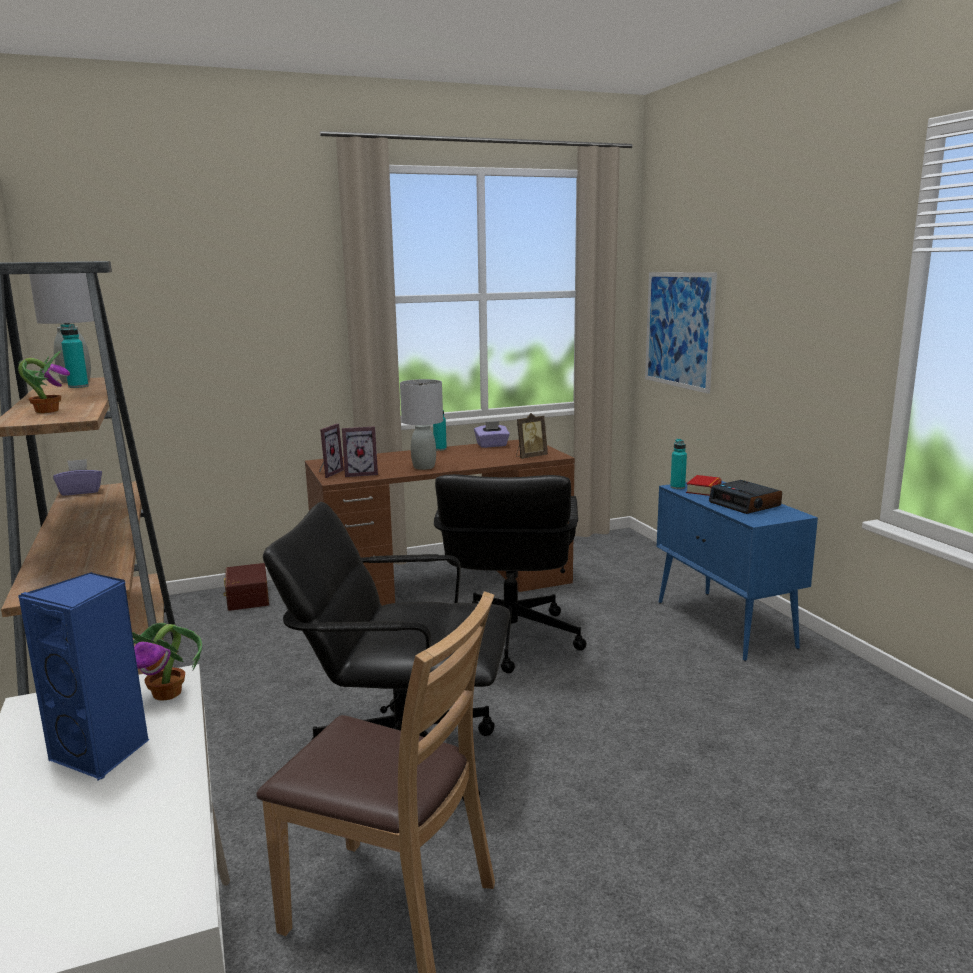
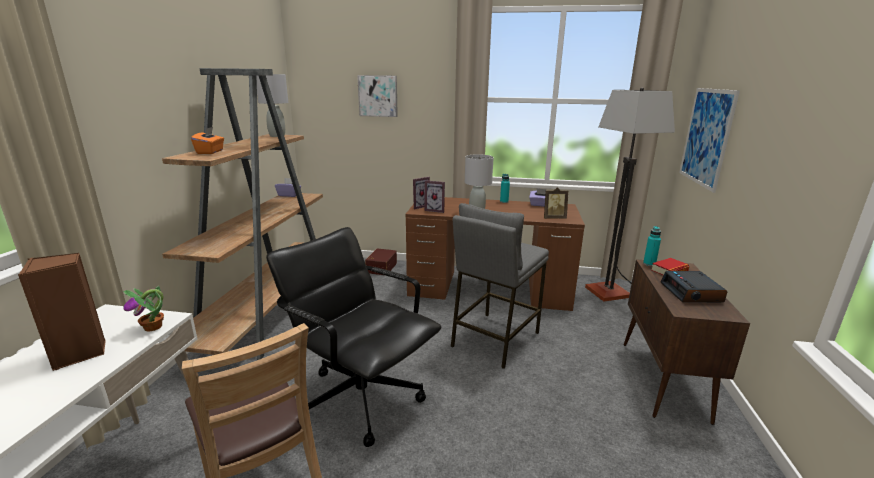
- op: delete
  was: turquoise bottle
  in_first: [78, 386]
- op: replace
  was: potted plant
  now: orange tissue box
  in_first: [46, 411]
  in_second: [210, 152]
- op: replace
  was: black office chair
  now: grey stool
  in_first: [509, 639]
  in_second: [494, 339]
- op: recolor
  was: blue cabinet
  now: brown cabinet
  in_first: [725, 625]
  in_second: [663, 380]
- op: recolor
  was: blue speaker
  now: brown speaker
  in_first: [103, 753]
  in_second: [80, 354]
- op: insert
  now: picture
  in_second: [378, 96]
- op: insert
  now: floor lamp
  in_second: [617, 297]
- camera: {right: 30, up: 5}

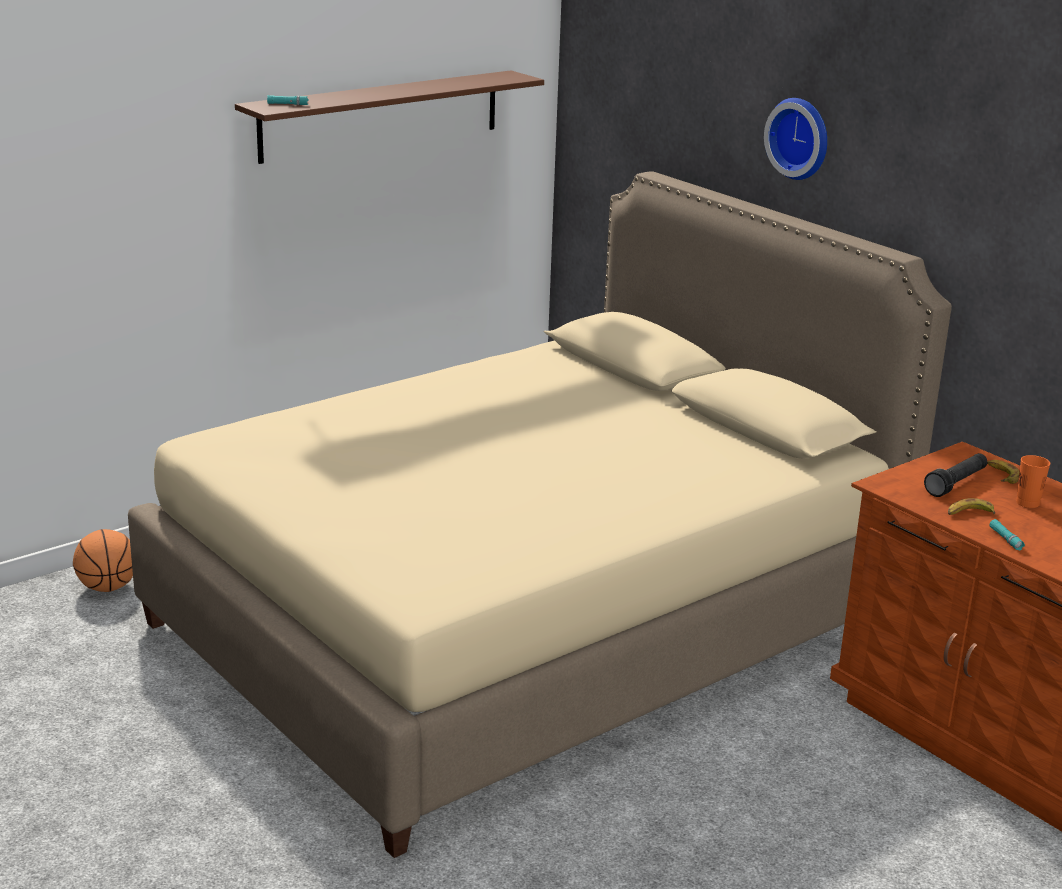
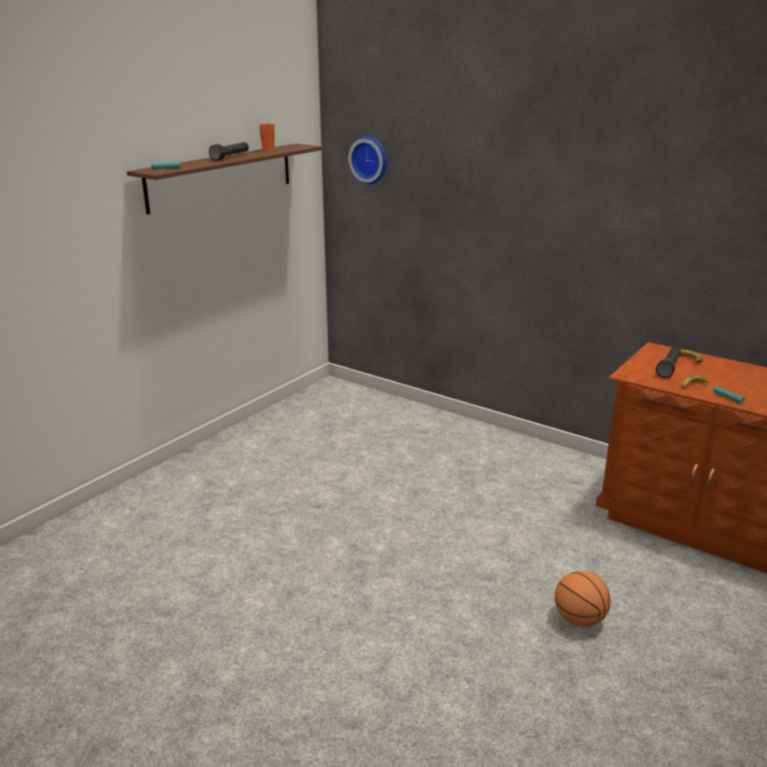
- op: move
  was: wall clock
  in_first: [801, 138]
  in_second: [370, 159]
- op: delete
  was: beige bed
  in_first: [525, 623]
- op: move
  was: orange cup
  in_first: [1027, 503]
  in_second: [268, 150]
- op: move
  was: basketball
  in_first: [108, 588]
  in_second: [579, 619]
- op: insert
  now: black flashlight
  in_second: [231, 157]
- camera: {right: -15, up: 0}

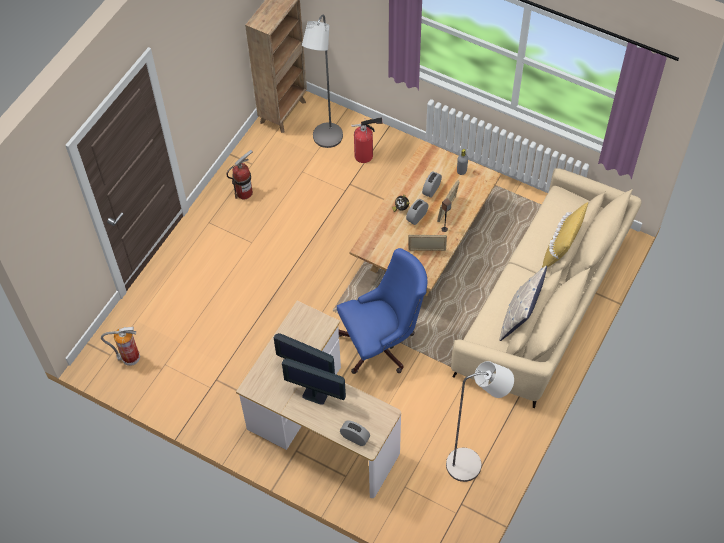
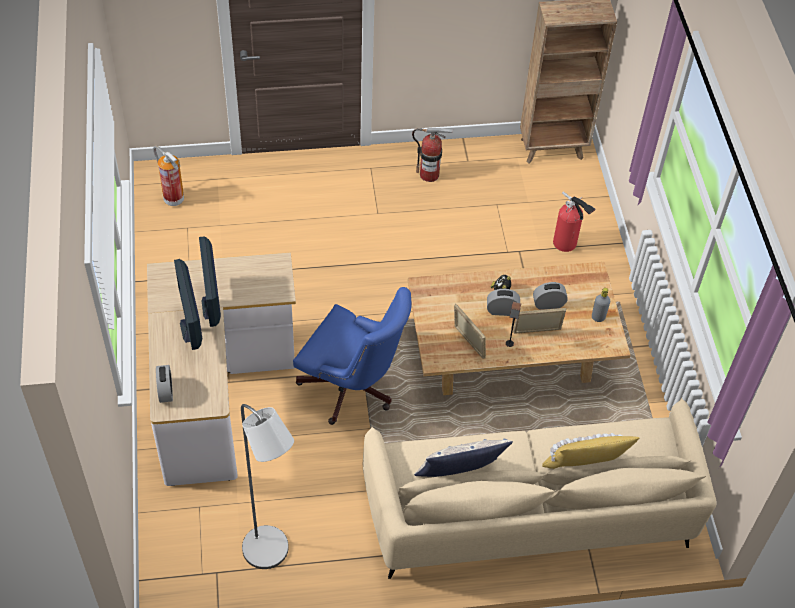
- op: delete
  was: grey floor lamp
  in_first: [326, 140]
- camera: {right: 50, up: -5}

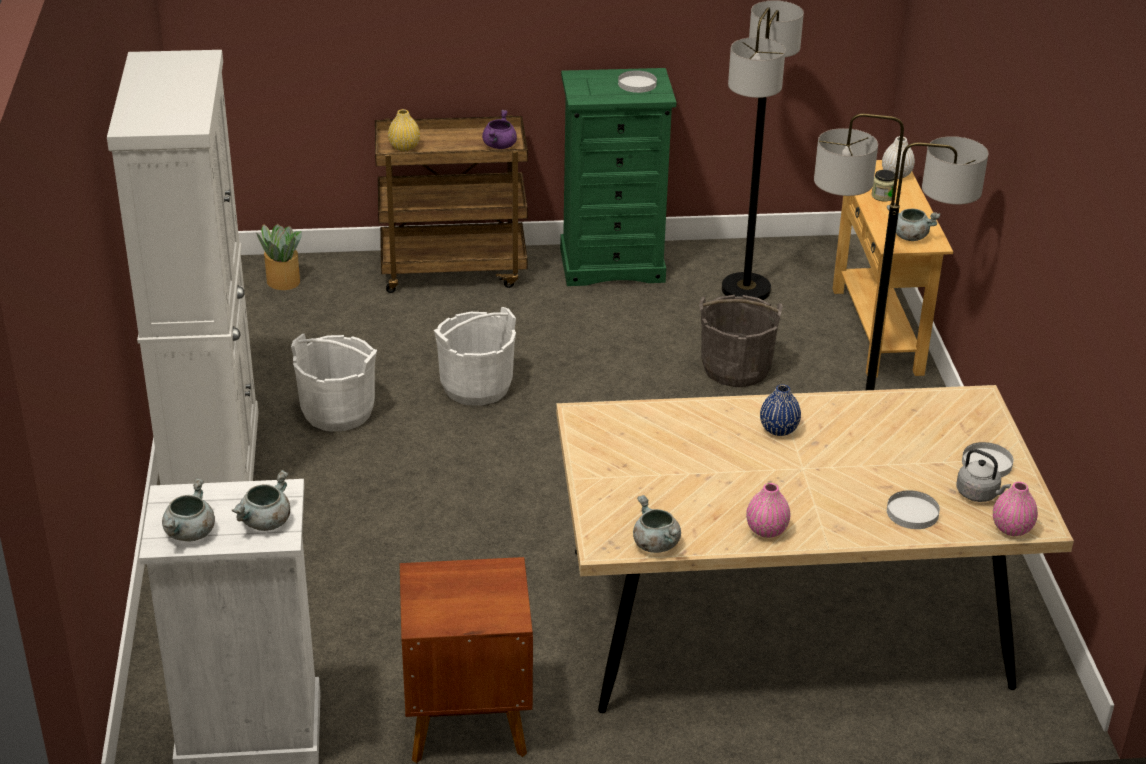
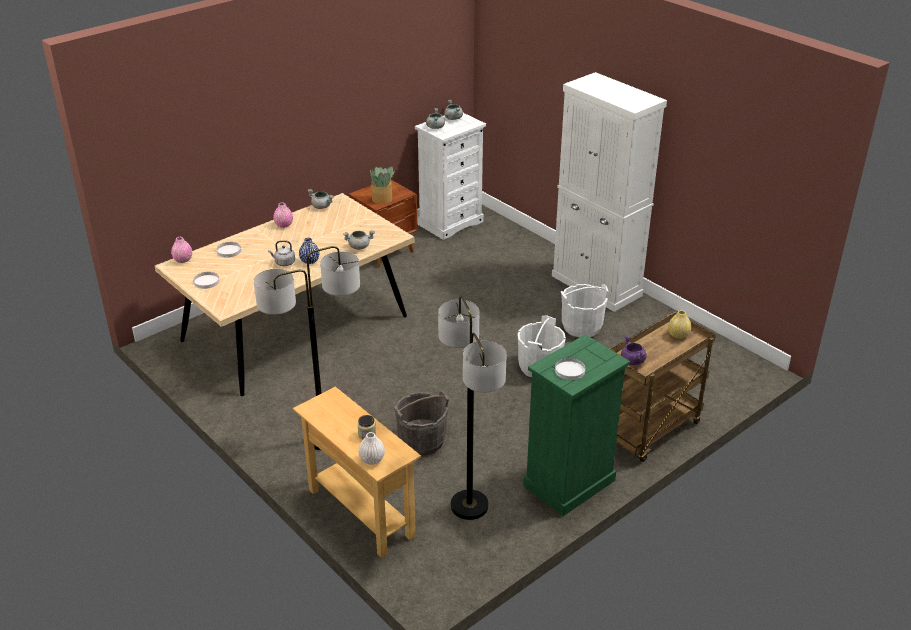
- op: move
  was: grey cooking pot
  in_first: [909, 236]
  in_second: [359, 246]
- op: move
  was: potted plant
  in_first: [282, 281]
  in_second: [382, 199]
- op: move
  was: grey kettle
  in_first: [979, 494]
  in_second: [283, 263]
- camera: {right: 145, up: 0}

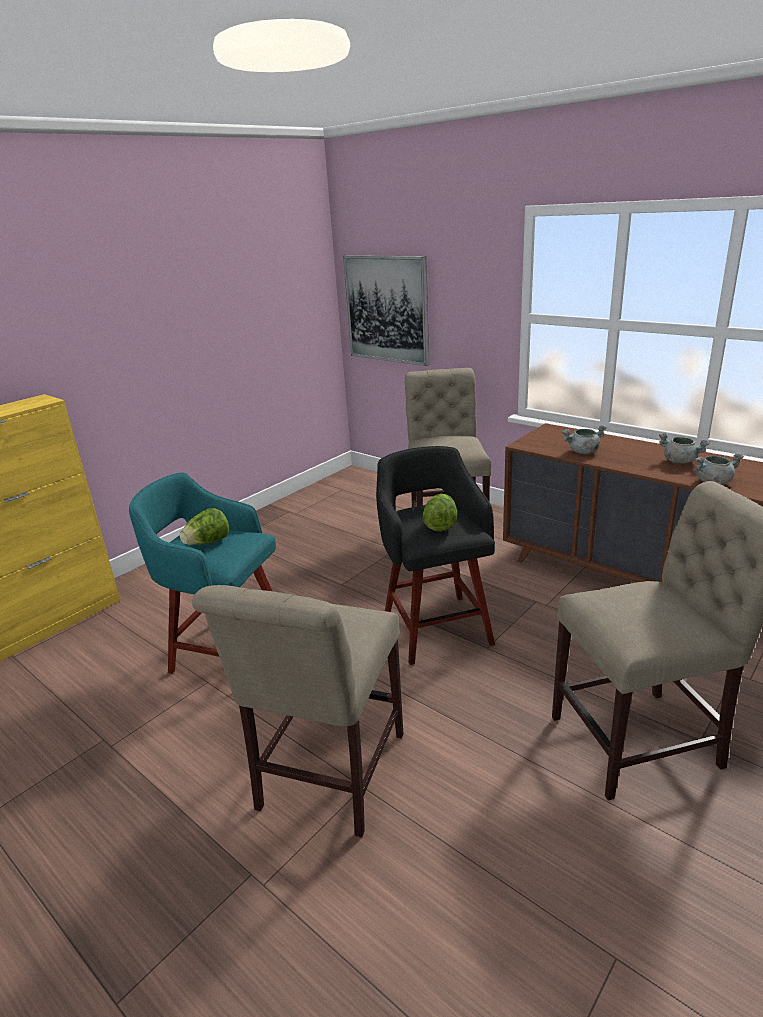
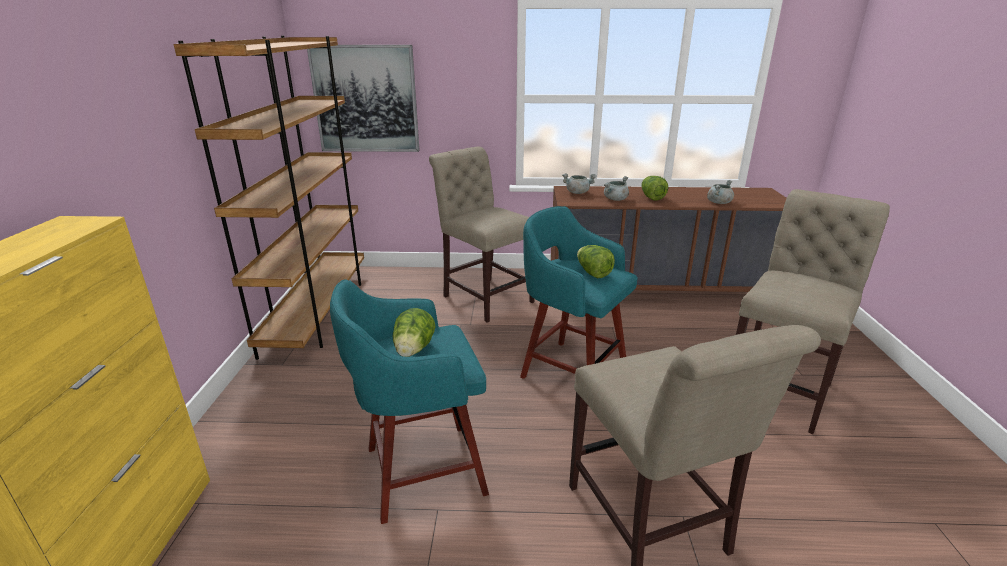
- op: move
  was: grey cooking pot
  in_first: [680, 461]
  in_second: [577, 193]
- op: recolor
  was: black stool
  now: turquoise stool
  in_first: [436, 626]
  in_second: [571, 370]
- op: insert
  now: brown bookcase
  in_second: [318, 312]
- op: insert
  now: lettuce
  in_second: [651, 197]
- camera: {right: -40, up: 0}

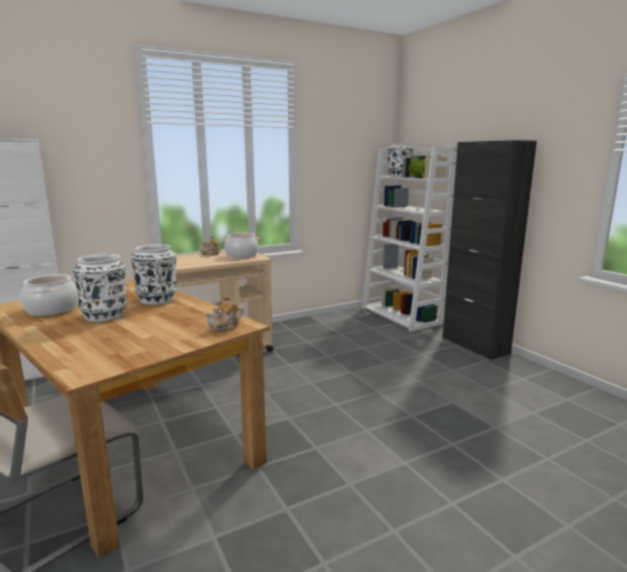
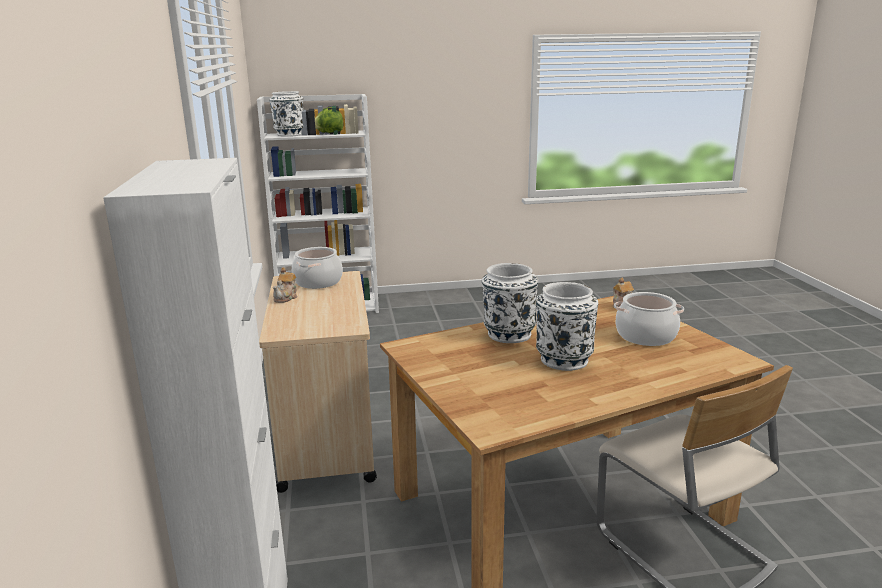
- op: delete
  was: black cabinet
  in_first: [475, 345]
- op: move
  was: cooking pot
  in_first: [52, 309]
  in_second: [645, 336]
- camera: {right: -70, up: 5}

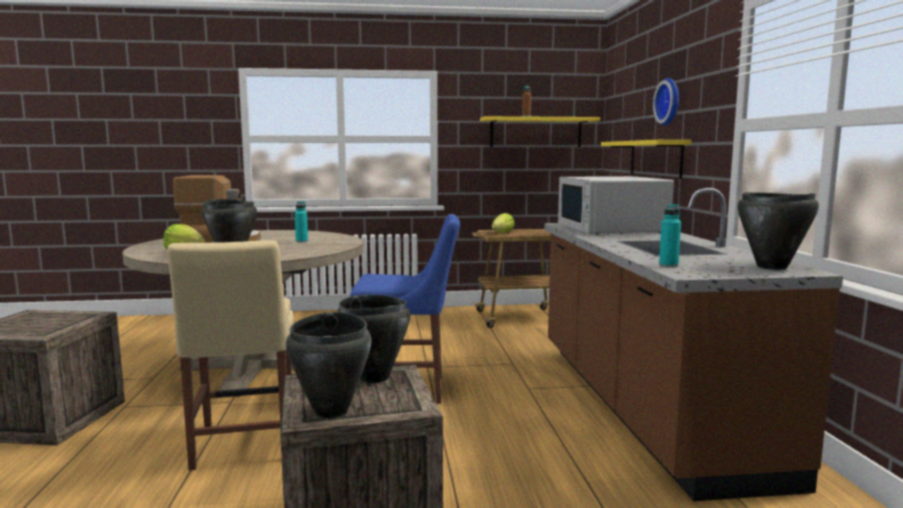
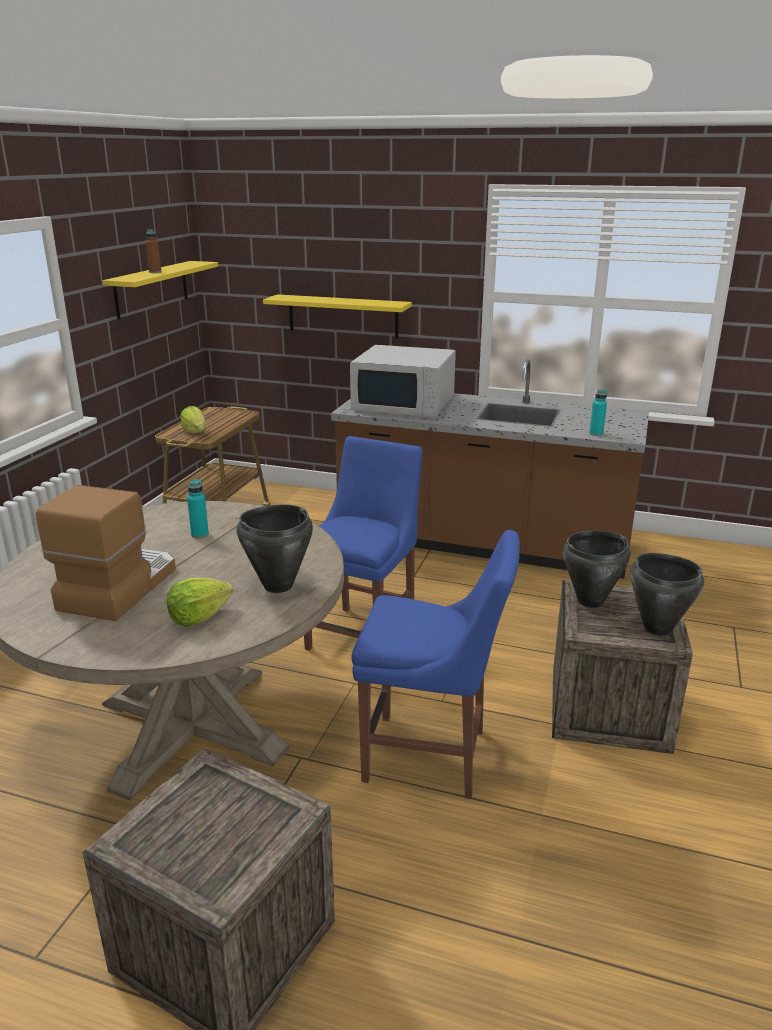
- op: delete
  was: wall clock
  in_first: [670, 102]
- op: delete
  was: black cooking pot
  in_first: [772, 267]
- op: recolor
  was: beige chair
  now: blue chair
  in_first: [243, 445]
  in_second: [432, 757]
- camera: {right: -65, up: 15}

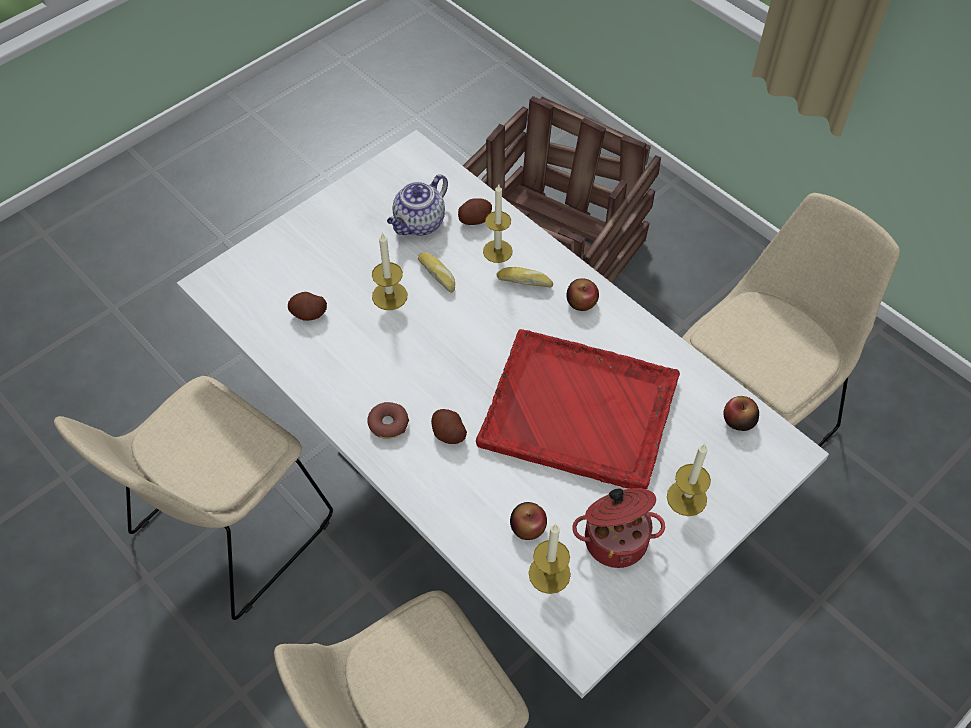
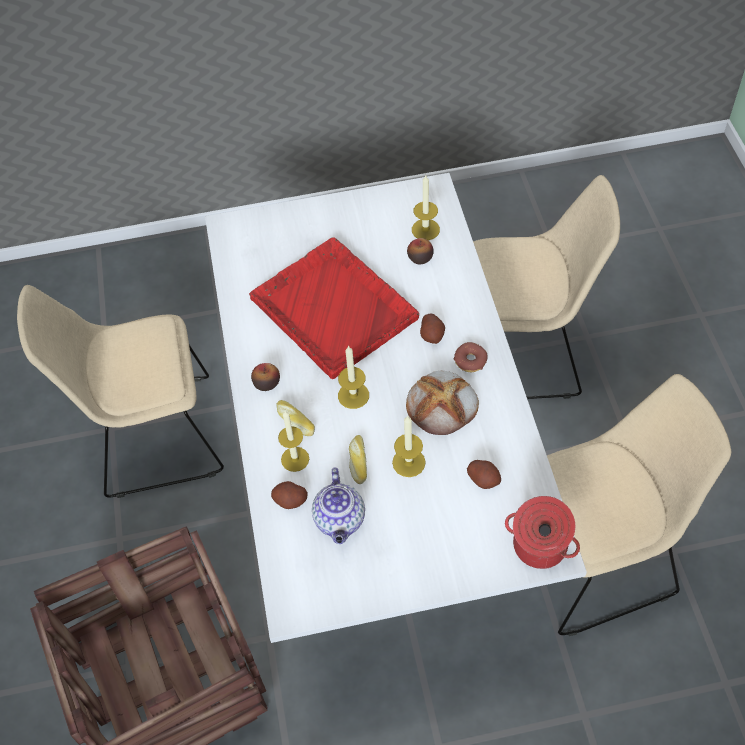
- op: rotate
  was: teapot
  in_first: [419, 224]
  in_second: [340, 520]
  clockwise: 105
- op: delete
  was: apple
  in_first: [738, 421]
- op: move
  was: candle
  in_first: [686, 498]
  in_second: [353, 395]
- op: move
  was: cooking pot
  in_first: [615, 538]
  in_second: [539, 546]
- op: insert
  now: bread
  in_second: [442, 405]
- camera: {right: -145, up: 0}

